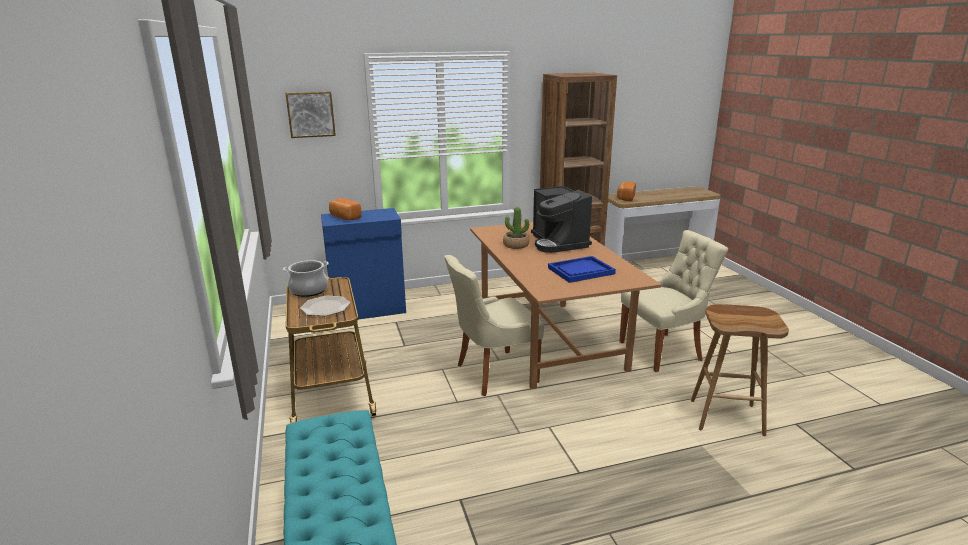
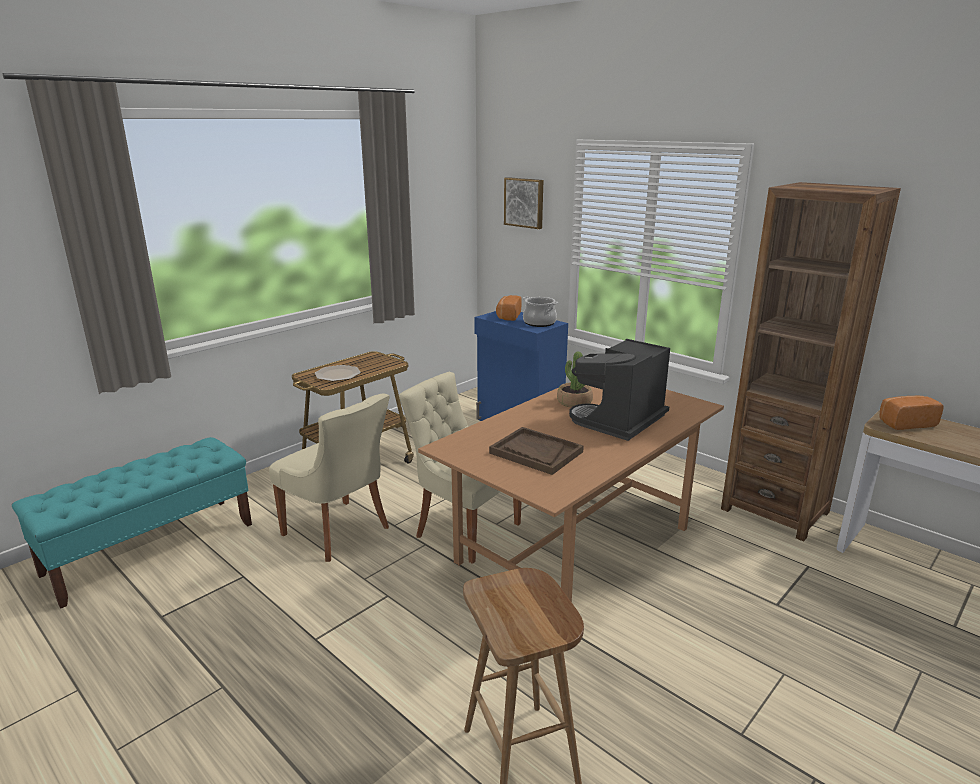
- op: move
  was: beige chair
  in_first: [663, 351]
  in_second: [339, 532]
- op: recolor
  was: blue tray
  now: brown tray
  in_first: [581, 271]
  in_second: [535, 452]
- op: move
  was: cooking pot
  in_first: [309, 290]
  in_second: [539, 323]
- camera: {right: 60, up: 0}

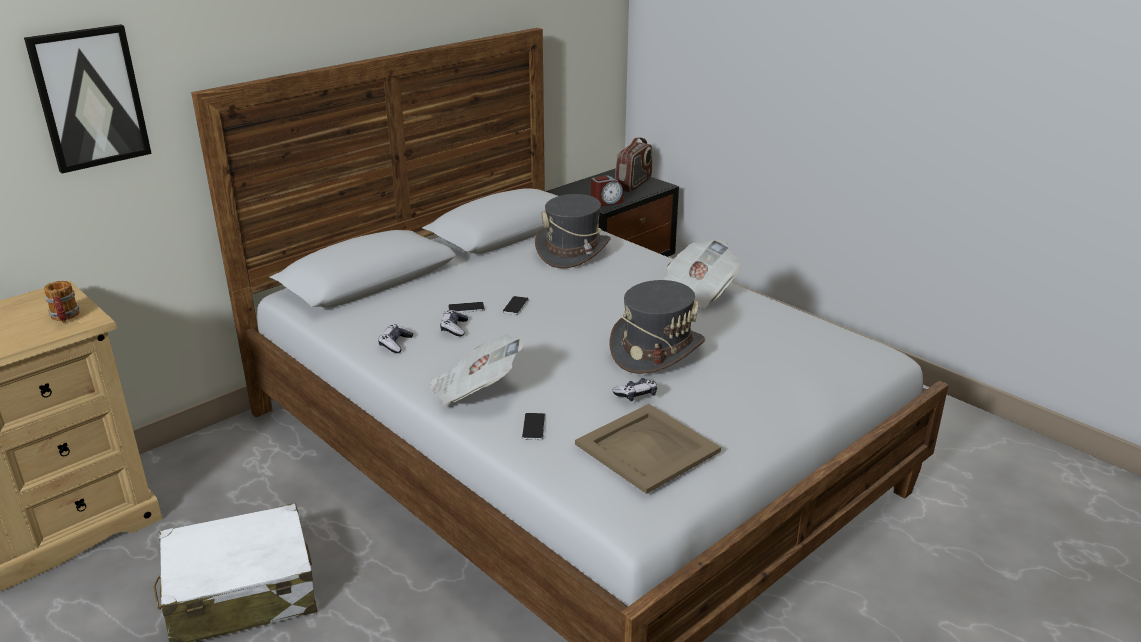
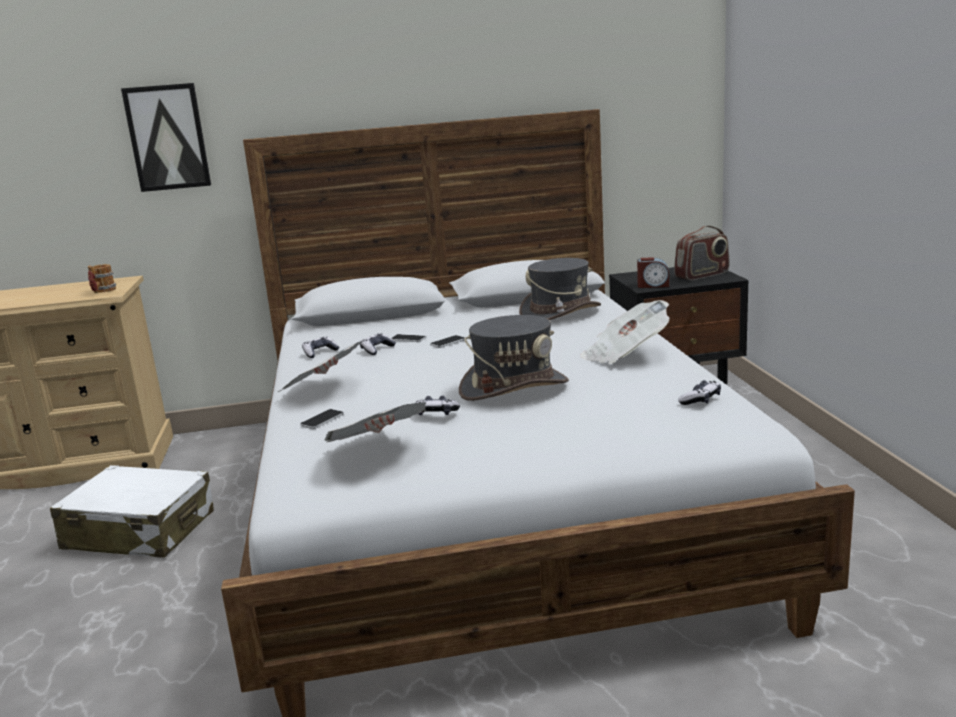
- op: replace
  was: beige tray
  now: newspaper
  in_first: [646, 448]
  in_second: [378, 450]
- op: insert
  now: game controller
  in_second: [700, 400]
- camera: {right: 35, up: -10}

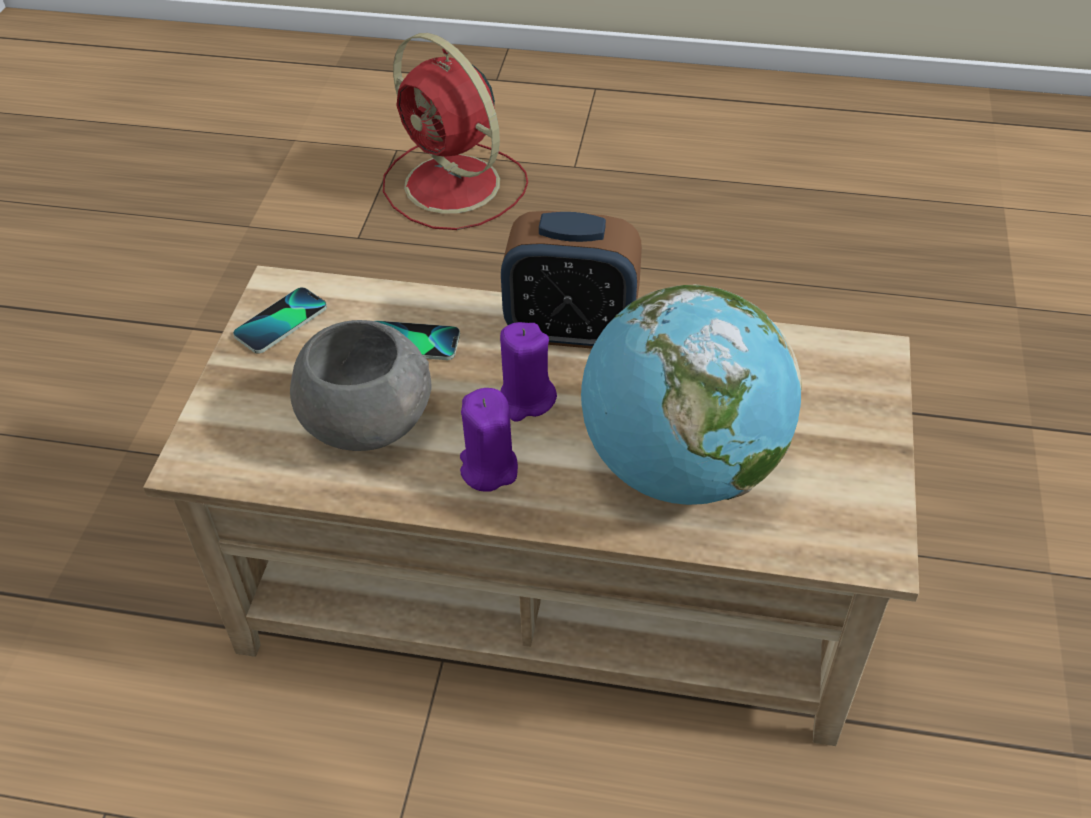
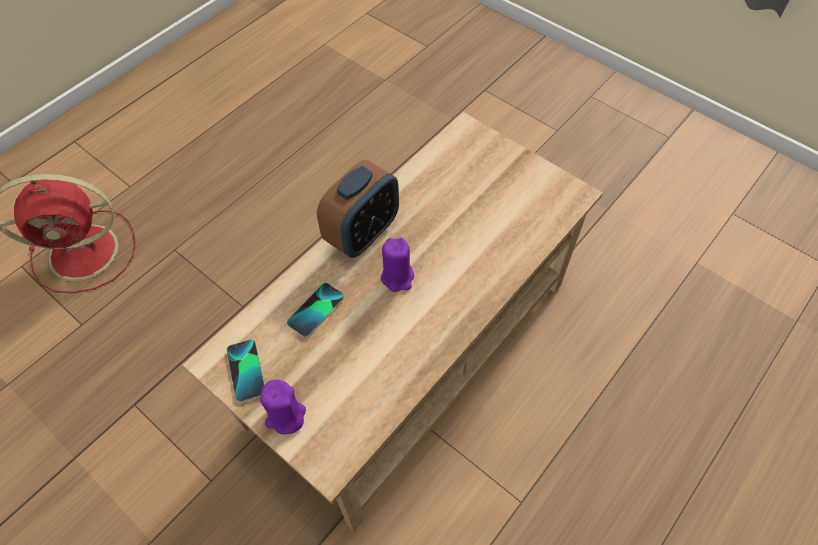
- op: delete
  was: globe
  in_first: [681, 467]
- op: delete
  was: grey bowl
  in_first: [366, 422]
- op: move
  was: purple candle
  in_first: [488, 468]
  in_second: [285, 416]
- camera: {right: -60, up: 10}

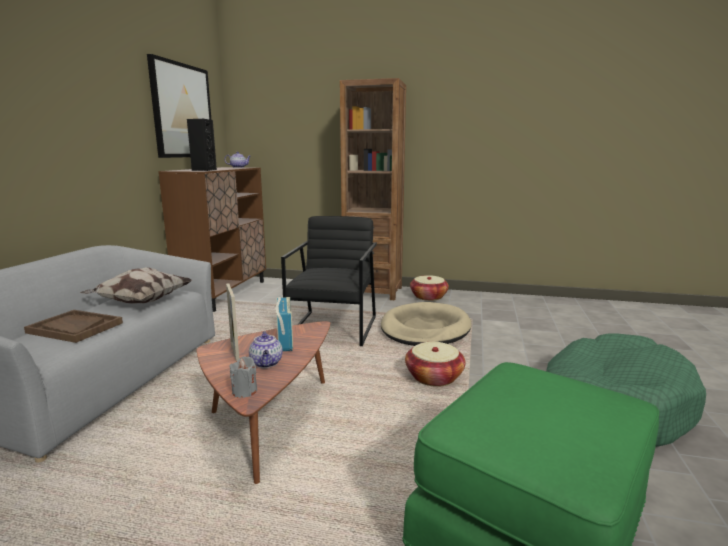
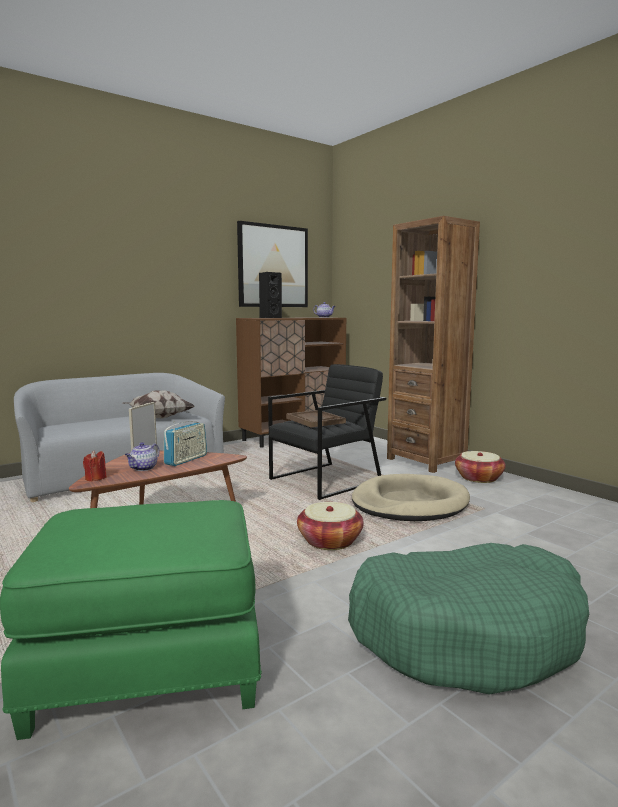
- op: move
  was: brown tray
  in_first: [75, 328]
  in_second: [315, 420]
- op: recolor
  was: grey candle
  now: red candle
  in_first: [244, 391]
  in_second: [95, 478]
- camera: {right: 40, up: -5}

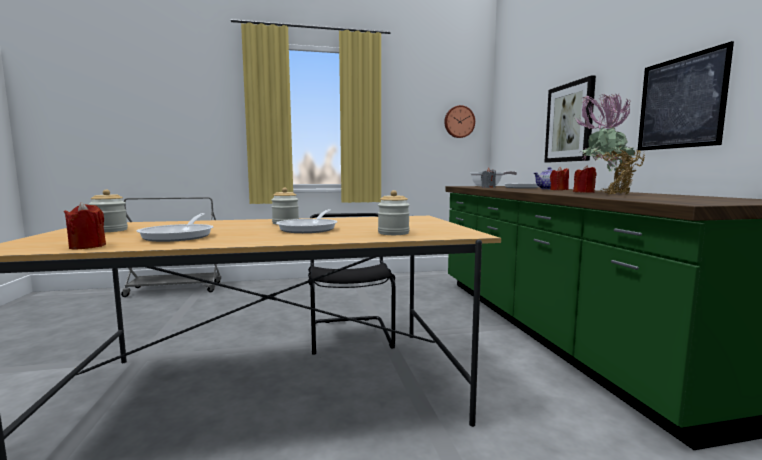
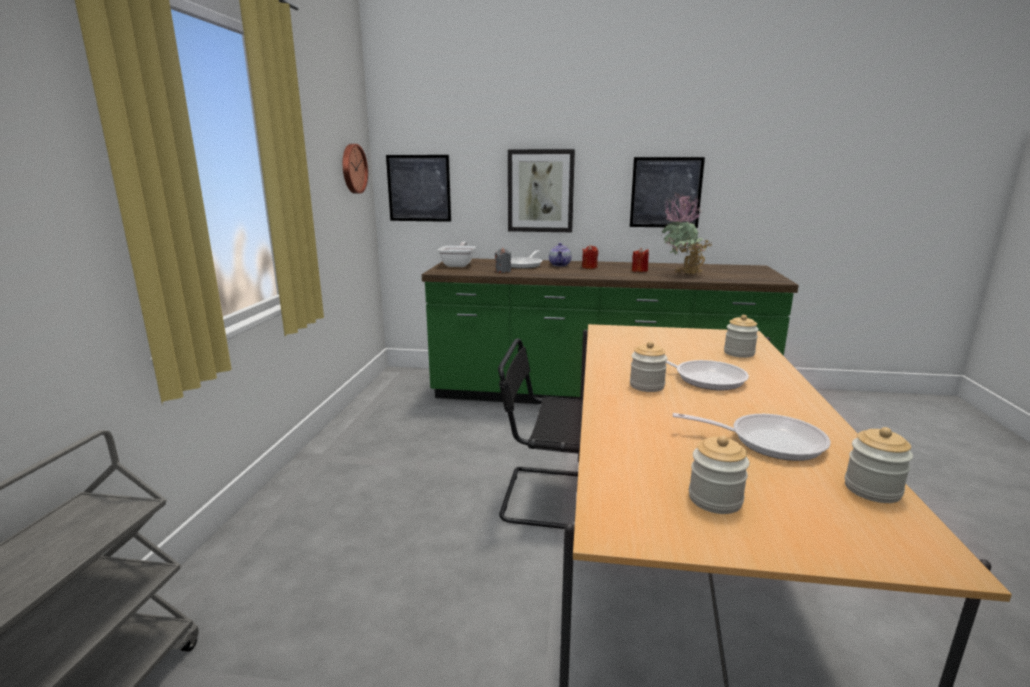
- op: replace
  was: red candle
  now: jar
  in_first: [87, 246]
  in_second: [872, 489]
- op: insert
  now: picture
  in_second: [419, 188]
- camera: {right: -70, up: 10}

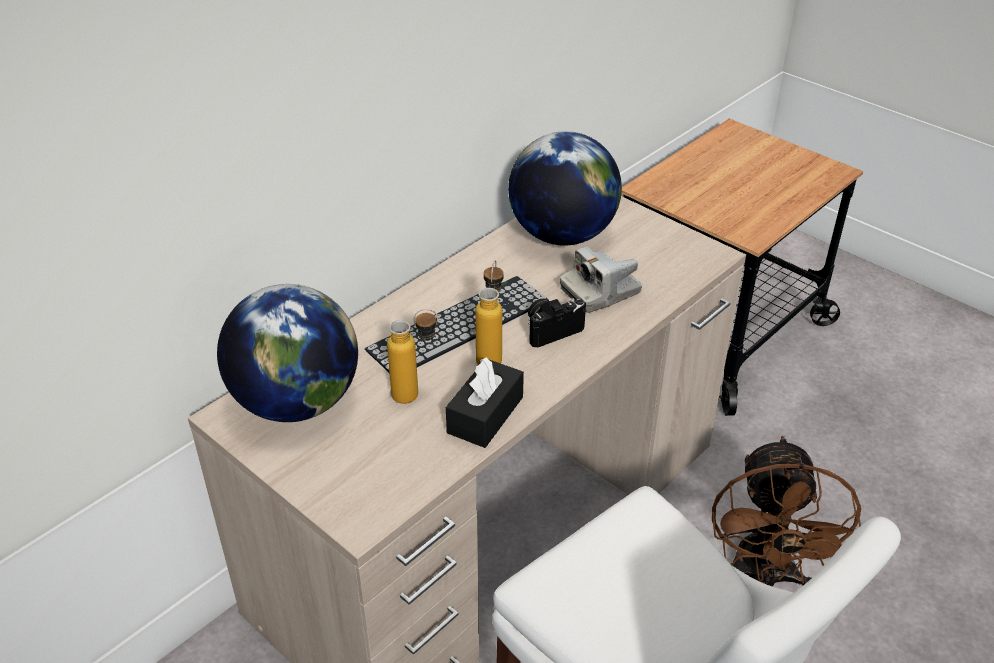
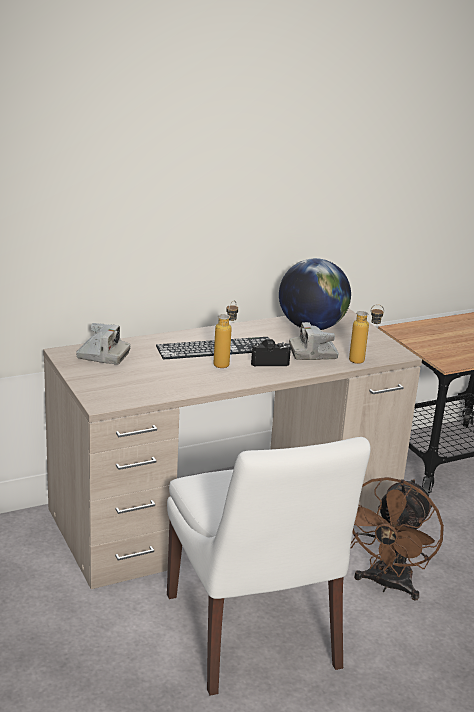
- op: replace
  was: globe
  now: photo camera
  in_first: [296, 402]
  in_second: [103, 356]
- op: move
  was: bottle
  in_first: [416, 395]
  in_second: [363, 362]
- op: delete
  was: black tissue box
  in_first: [485, 415]
- camera: {right: 20, up: -15}

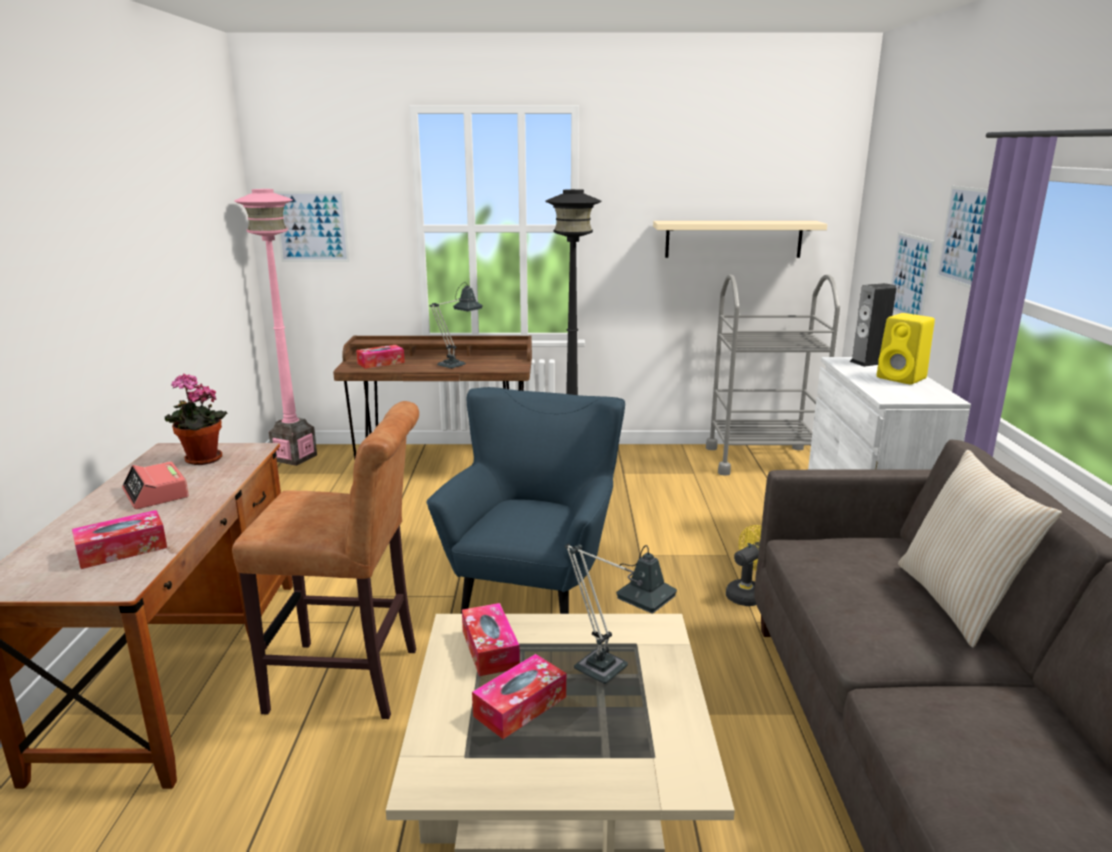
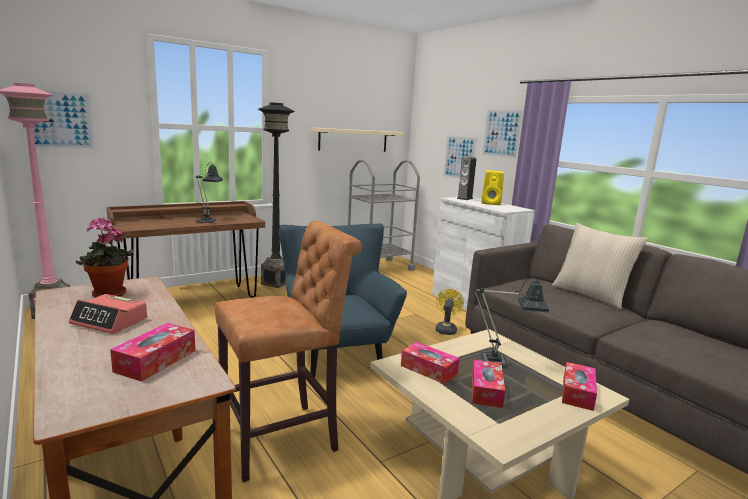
- op: move
  was: tissue box
  in_first: [381, 363]
  in_second: [577, 393]
- camera: {right: -35, up: -5}

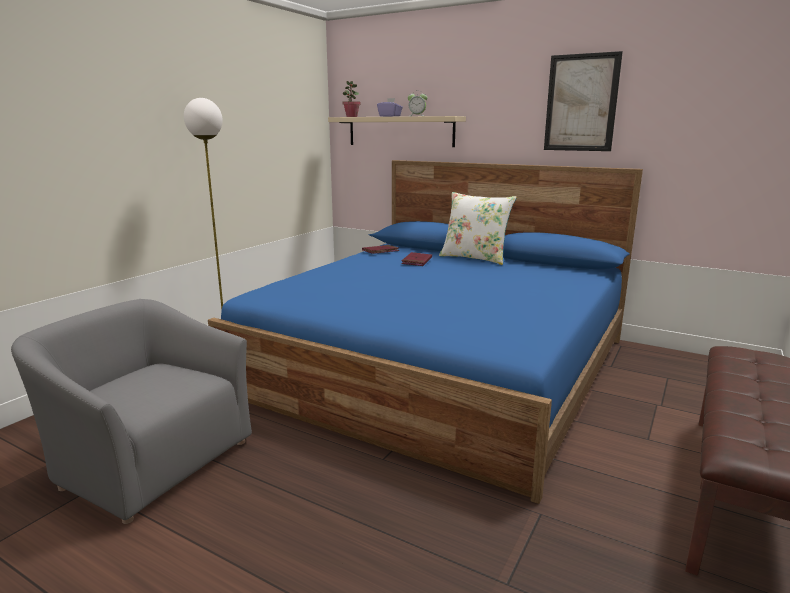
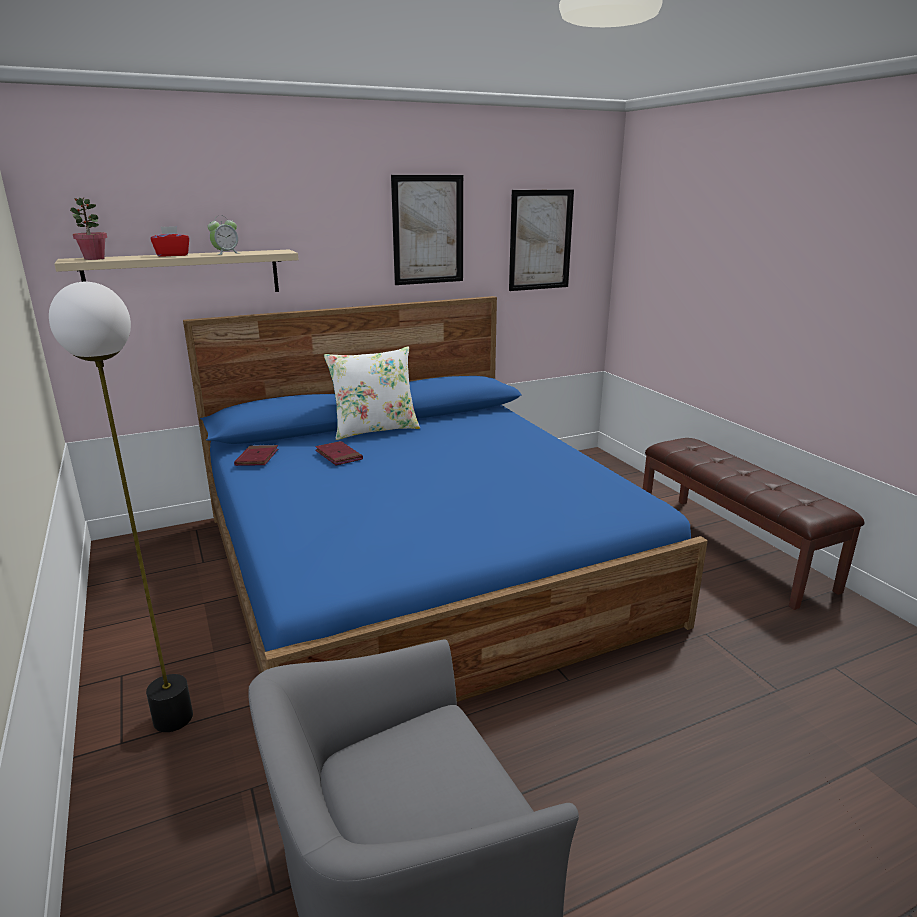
- op: recolor
  was: purple tissue box
  now: red tissue box
  in_first: [390, 116]
  in_second: [172, 255]
- op: insert
  now: picture
  in_second: [540, 240]
- camera: {right: -55, up: 5}

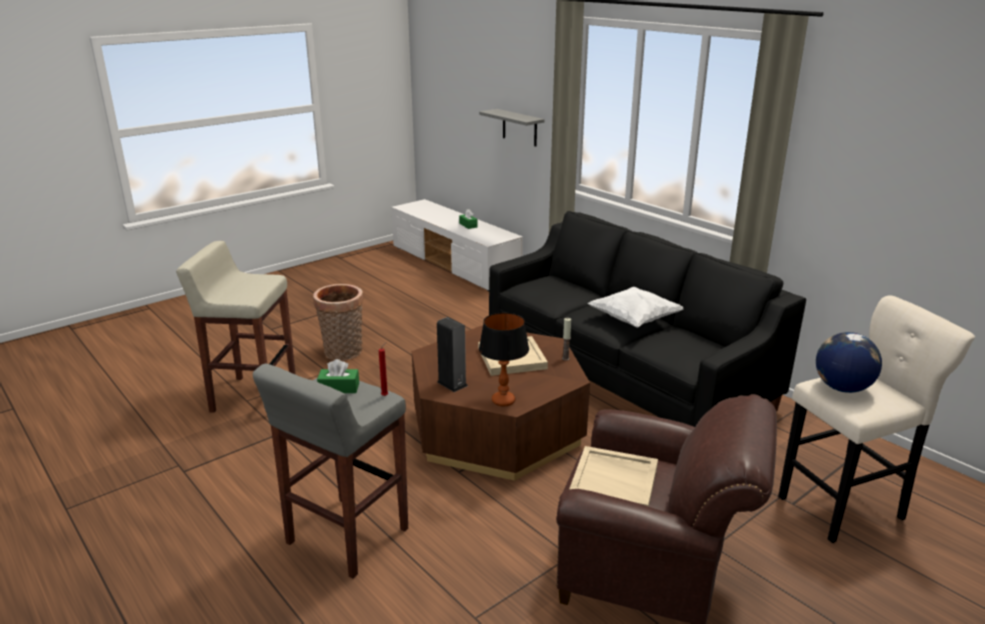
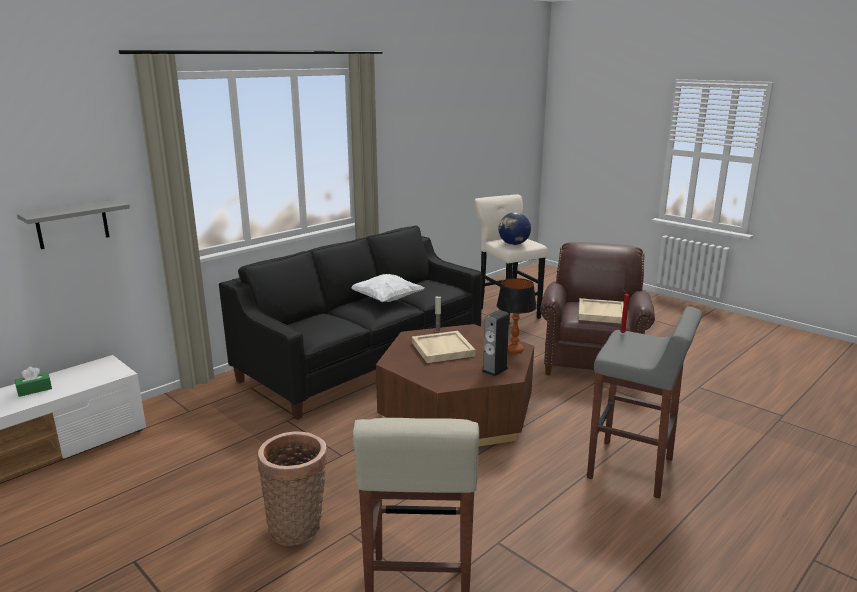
- op: delete
  was: green tissue box
  in_first: [339, 388]
- camera: {right: -95, up: -5}

